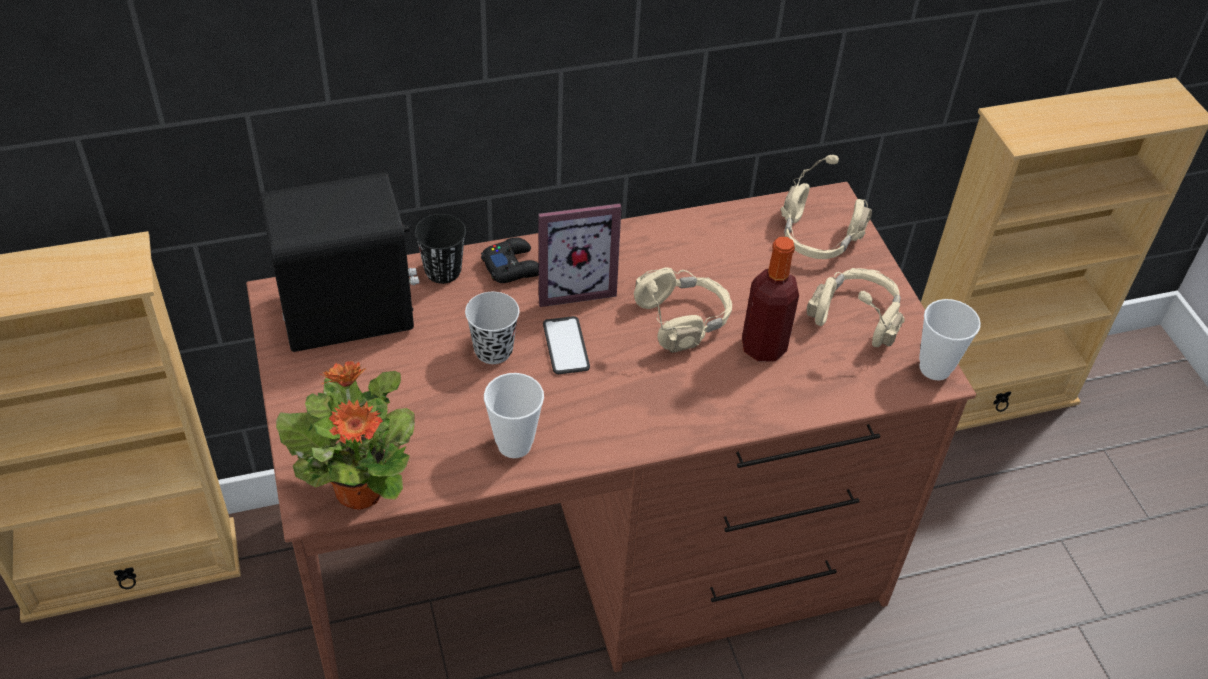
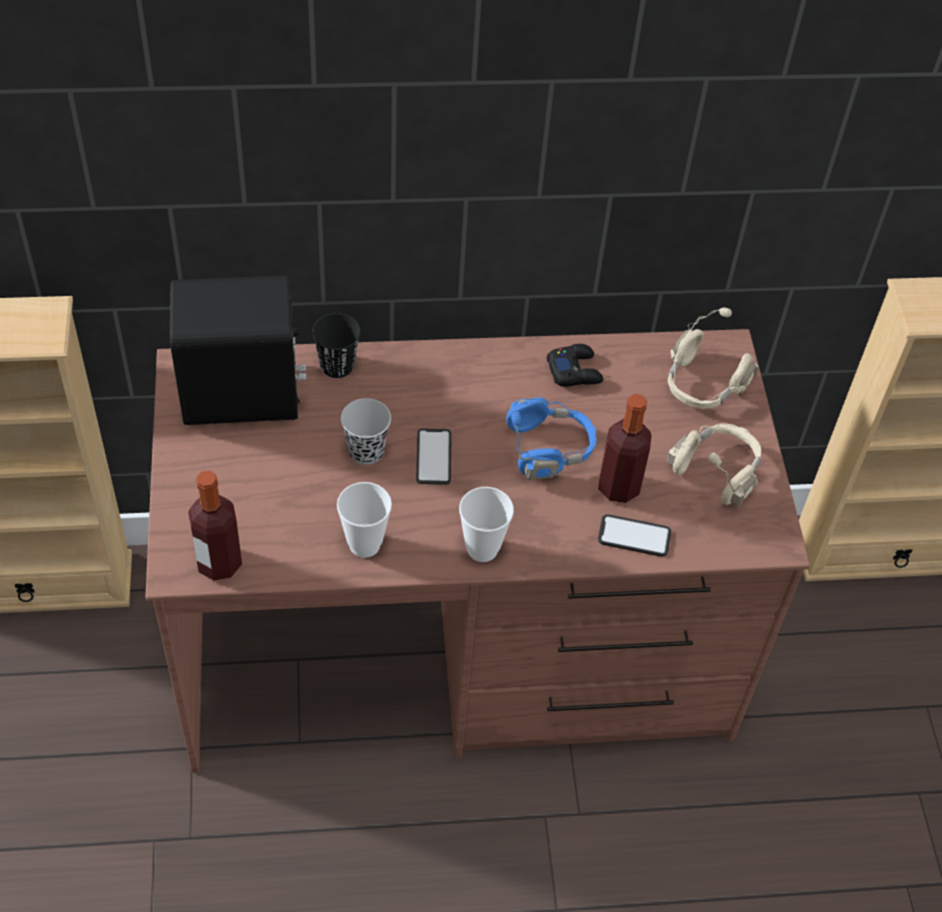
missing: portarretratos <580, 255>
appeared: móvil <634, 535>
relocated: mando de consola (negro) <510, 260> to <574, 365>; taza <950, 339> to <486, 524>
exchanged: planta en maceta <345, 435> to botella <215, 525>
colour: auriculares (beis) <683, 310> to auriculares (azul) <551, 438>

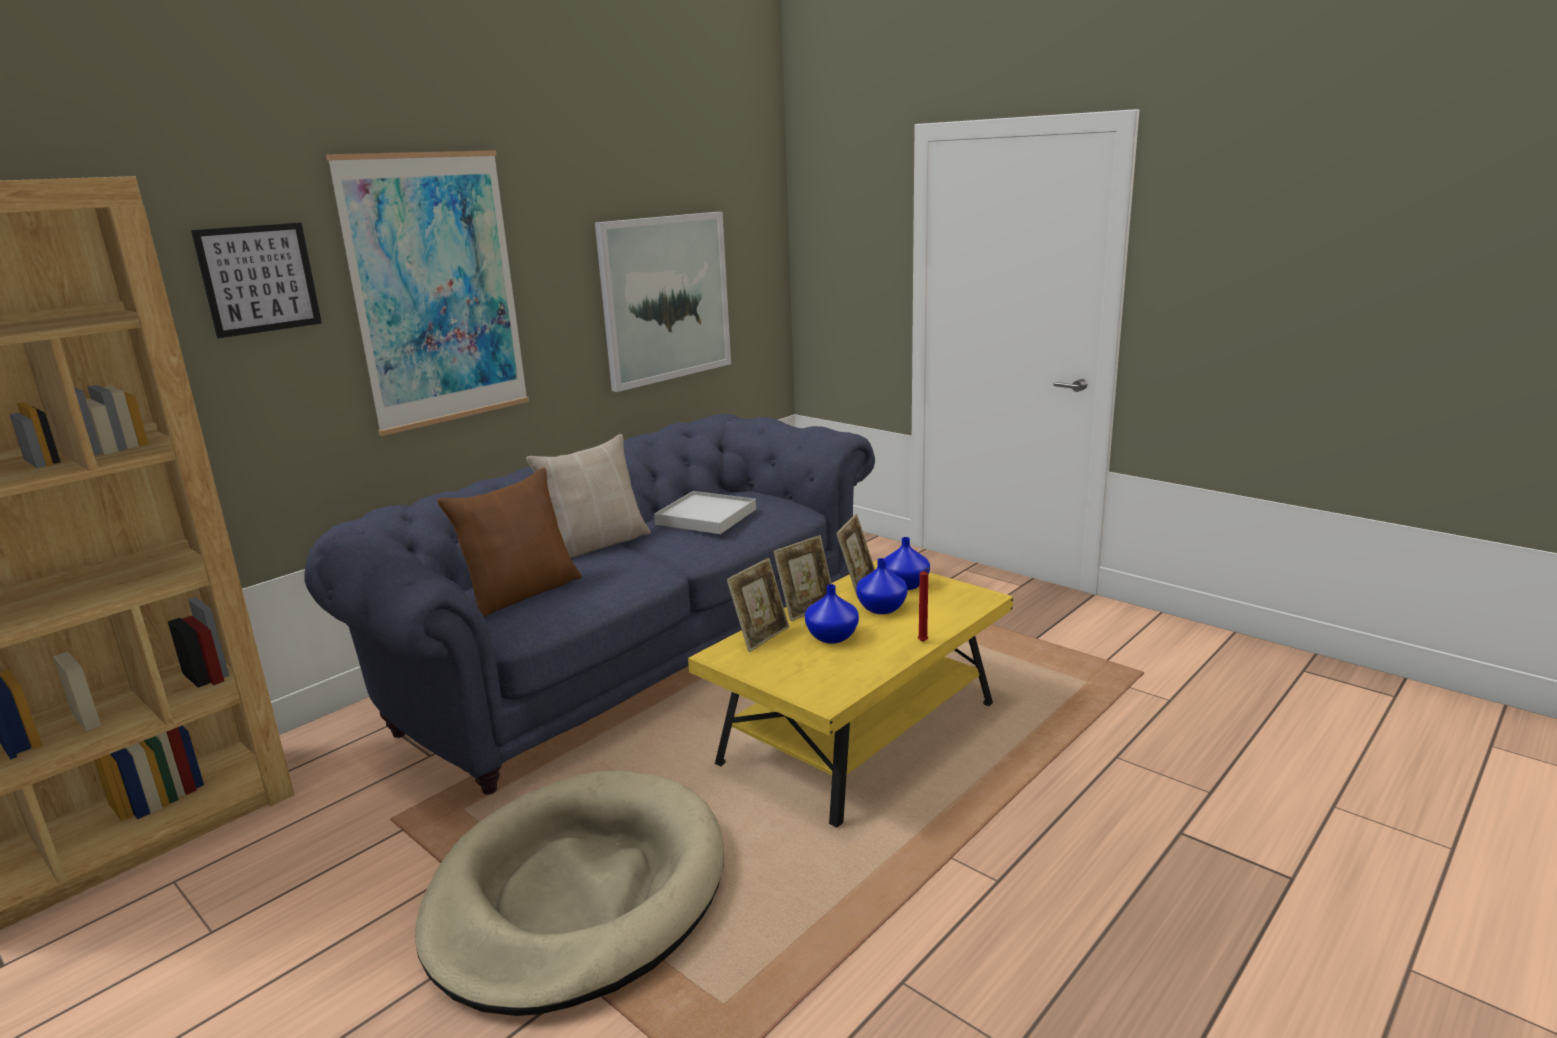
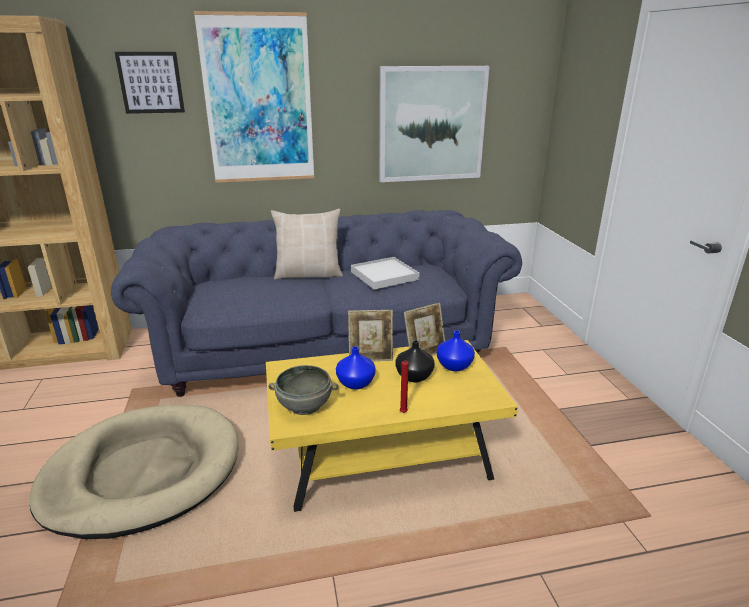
missing: cojín (marrón) <509, 542>; portarretratos <758, 605>
appeared: cuenco (gris) <303, 390>
colour: florero (azul) <881, 586> to florero (negro) <415, 361>

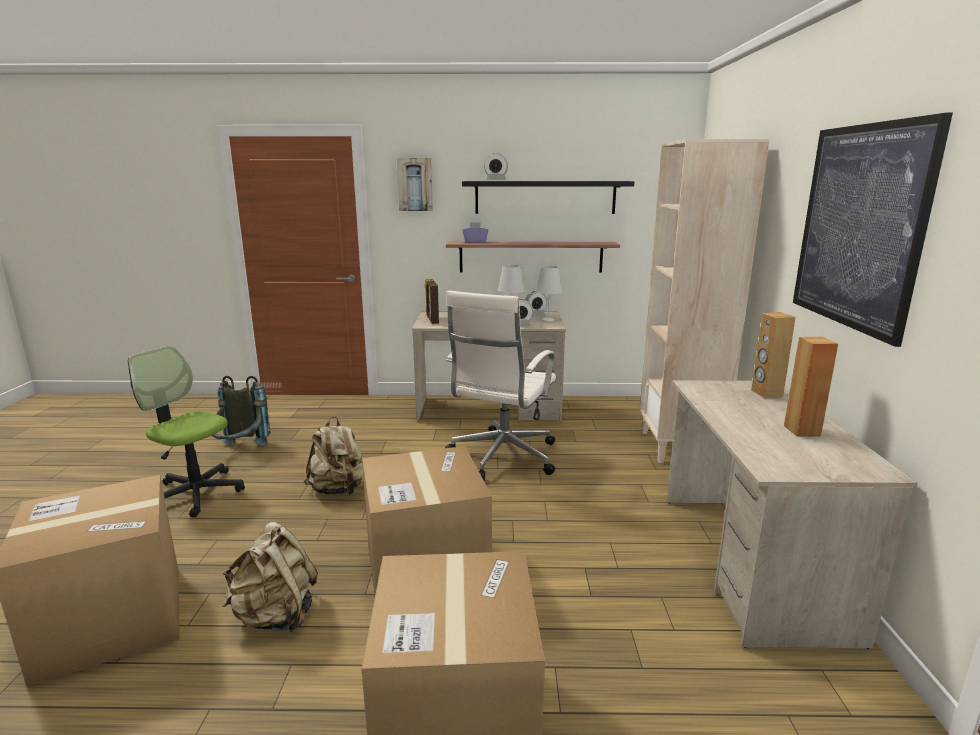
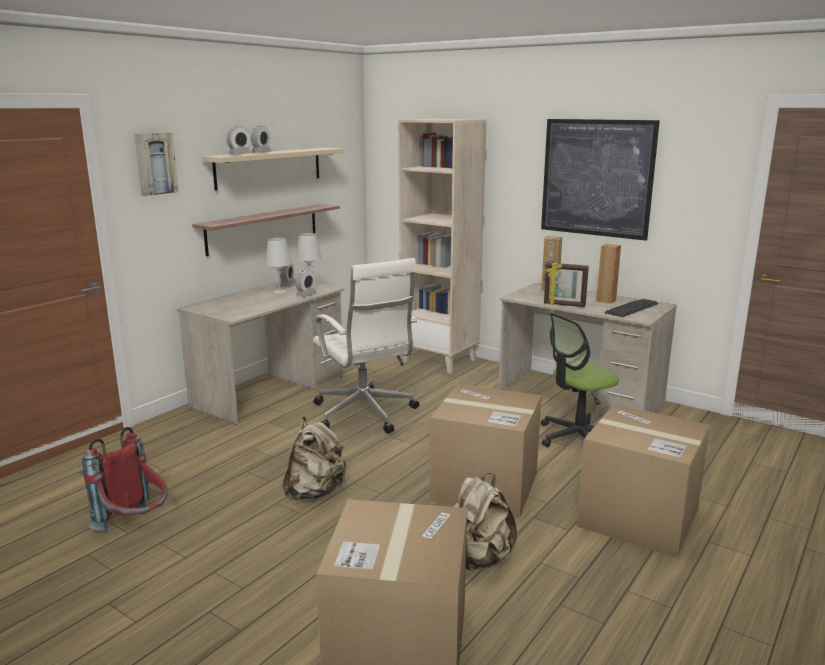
missing: caja de pañuelos (morado) <475, 232>
appeared: despertador <261, 139>; teclado <631, 308>
relocated: portarretratos <431, 301> to <566, 285>; silla de oficina <186, 431> to <580, 380>
colour: estante (negro) <548, 197> to estante (beis) <272, 169>; mochila (gris) <241, 410> to mochila (rojo) <125, 479>

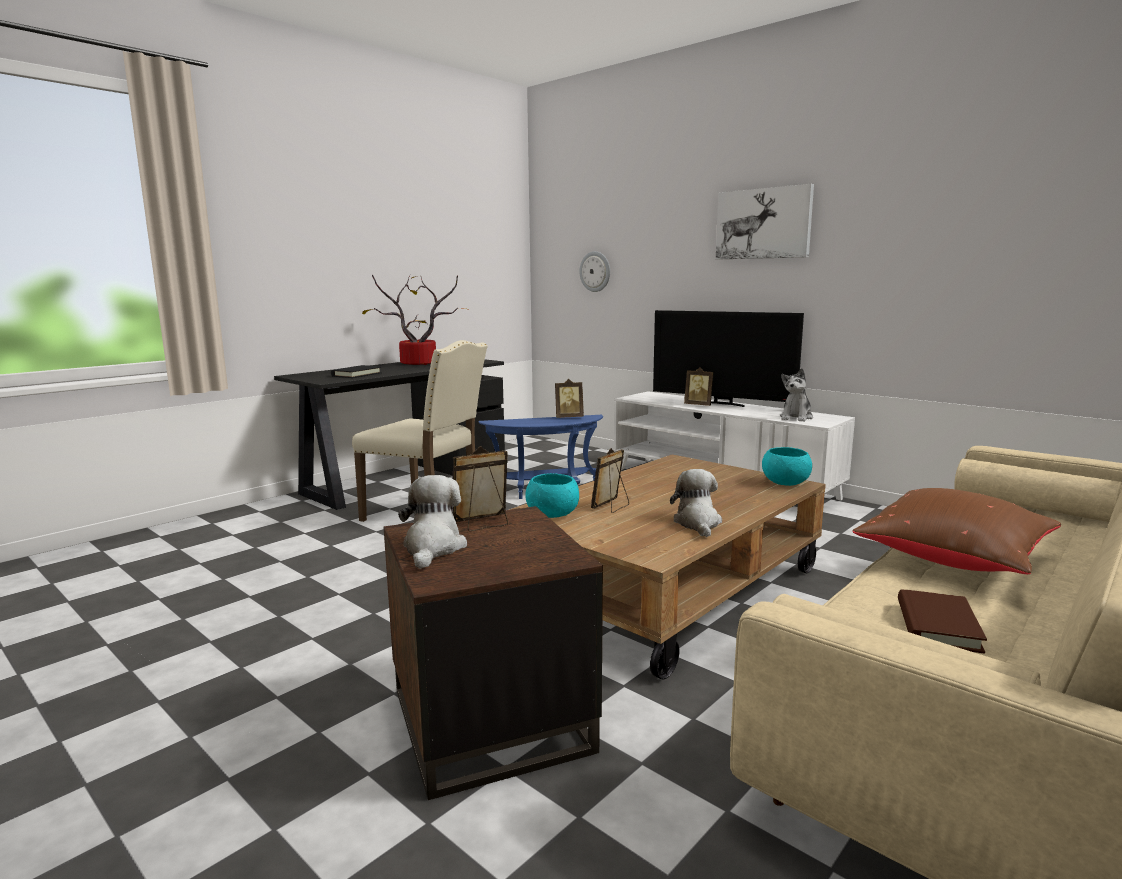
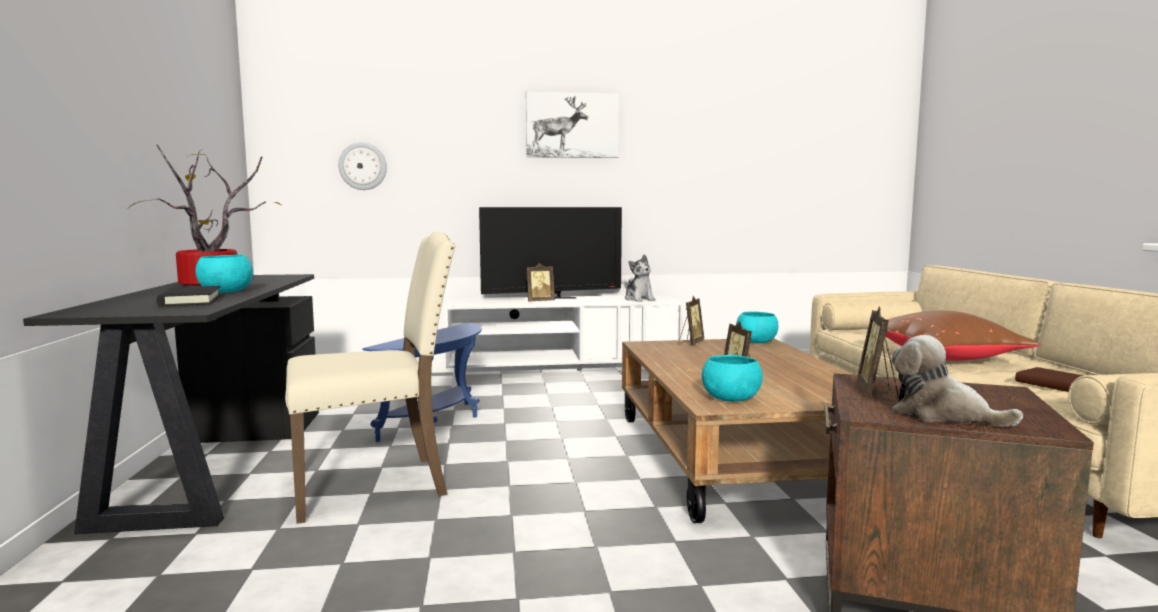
missing: peluche <696, 503>
appeared: cuenco (turquesa) <224, 274>
relocated: portarretratos <569, 398> to <691, 320>

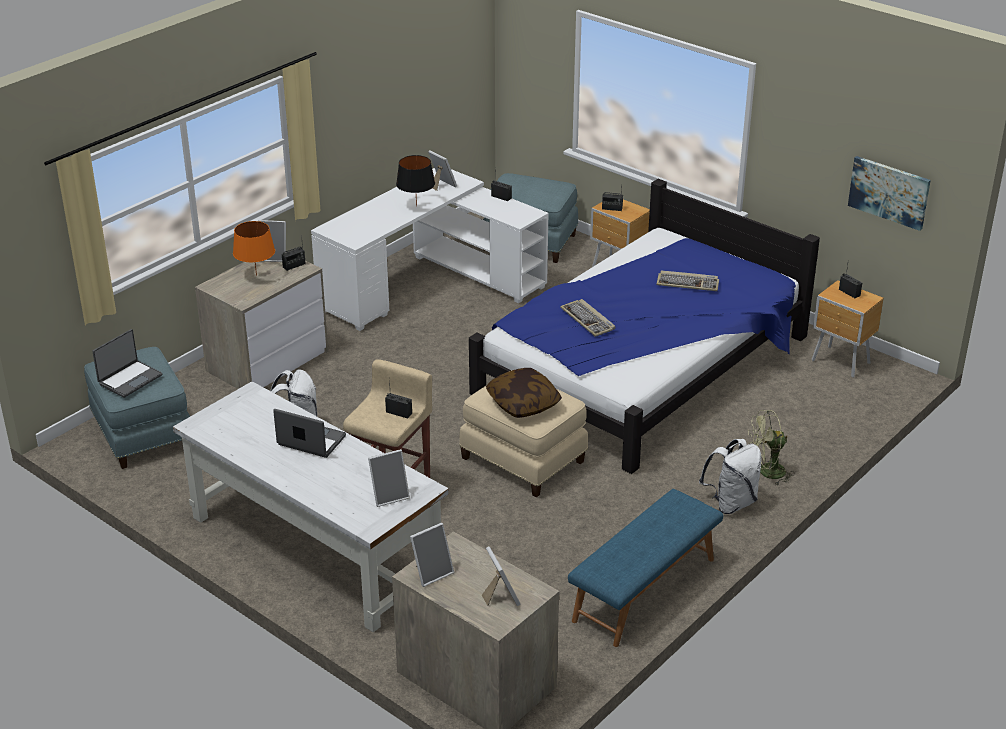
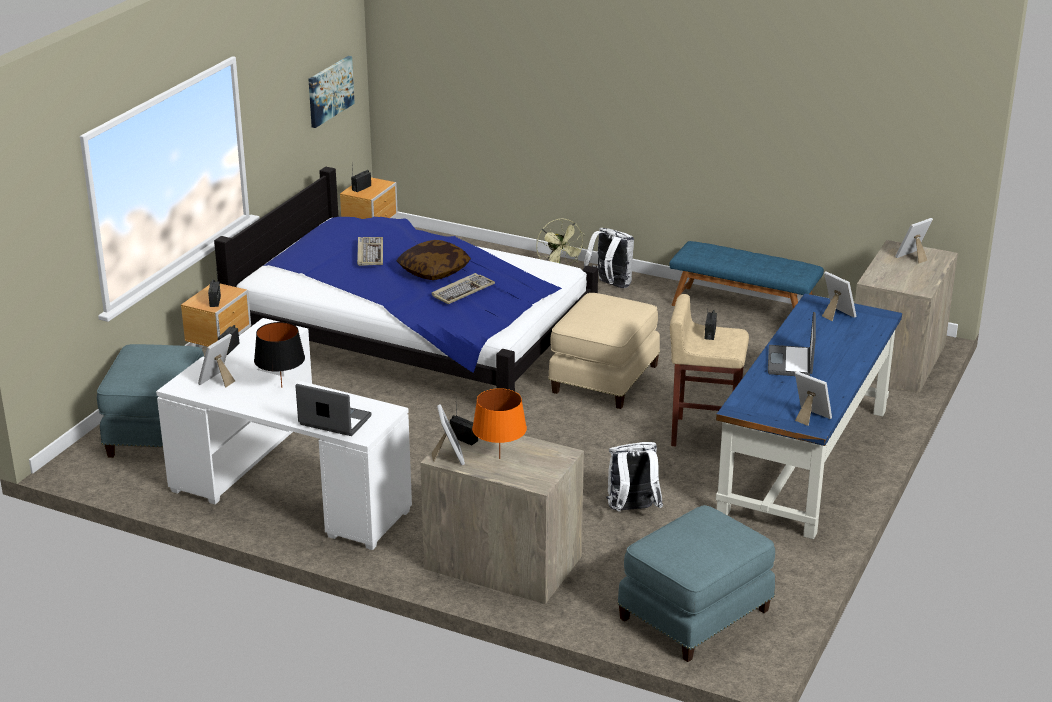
relocated: portátil <127, 363> to <333, 410>; cojín <524, 393> to <433, 260>; portarretratos <432, 555> to <813, 398>
colour: escritorio (blanco) <311, 506> to escritorio (azul) <809, 416>

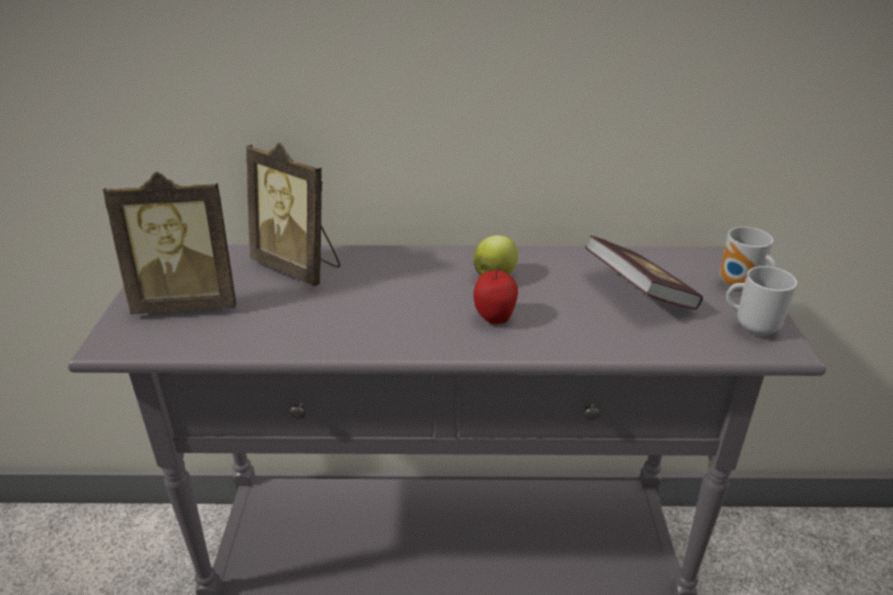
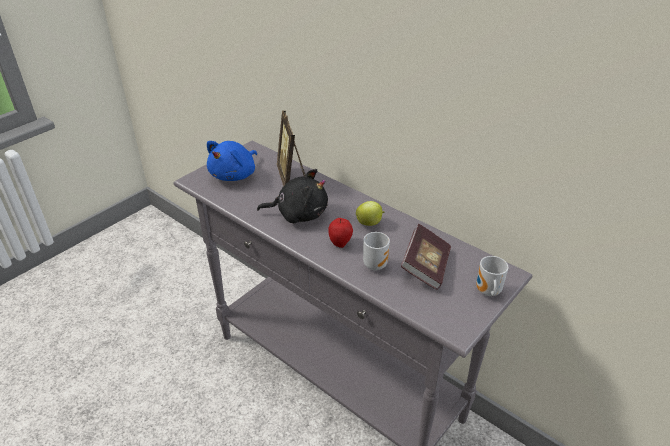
appeared: peluche (negro) <292, 196>
relocated: taza grande <761, 301> to <376, 251>
exchanged: portarretratos <169, 243> to peluche (azul) <232, 161>

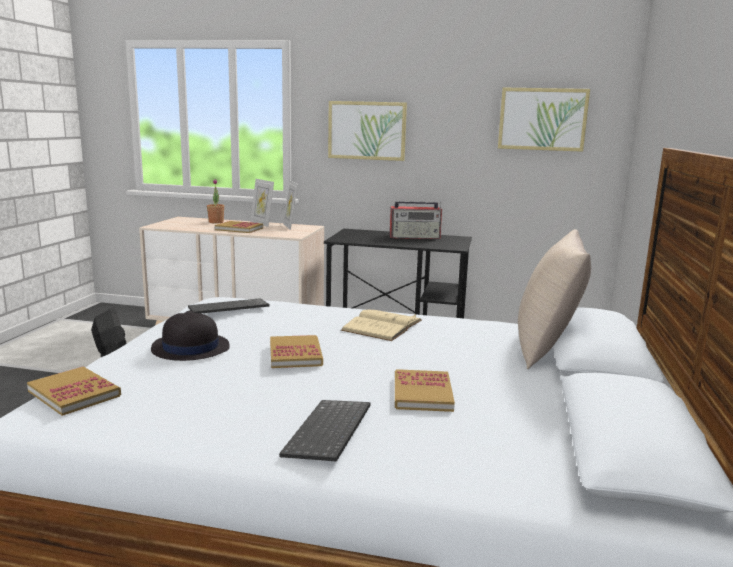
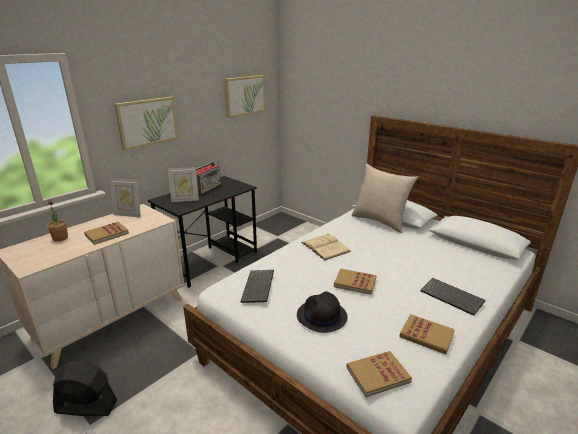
relocated: portarretratos <262, 203> to <183, 184>; libro <425, 390> to <427, 334>

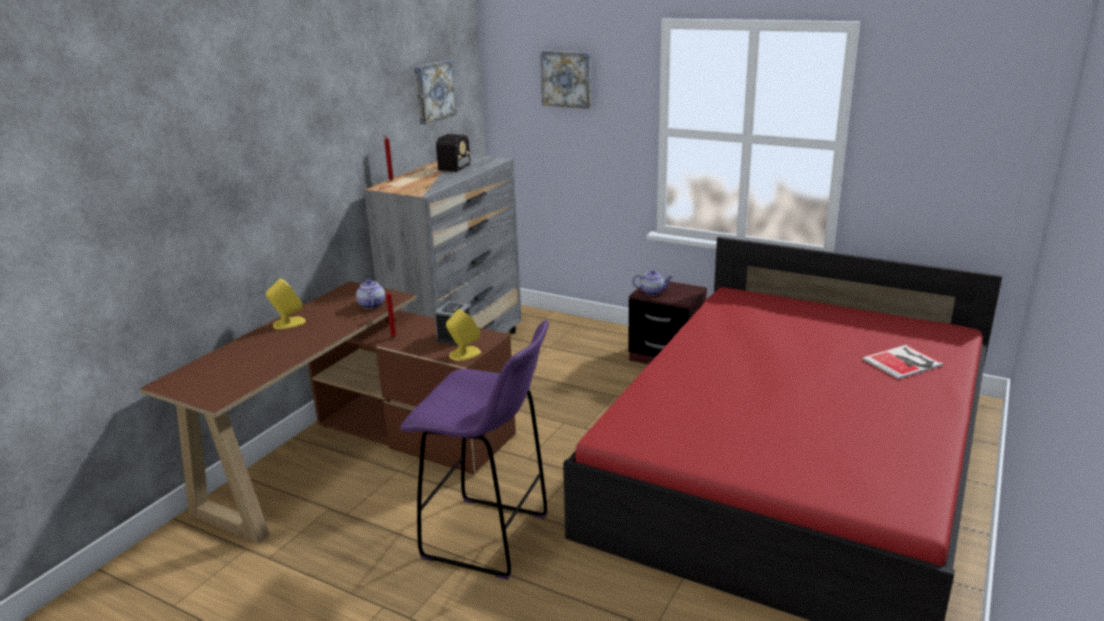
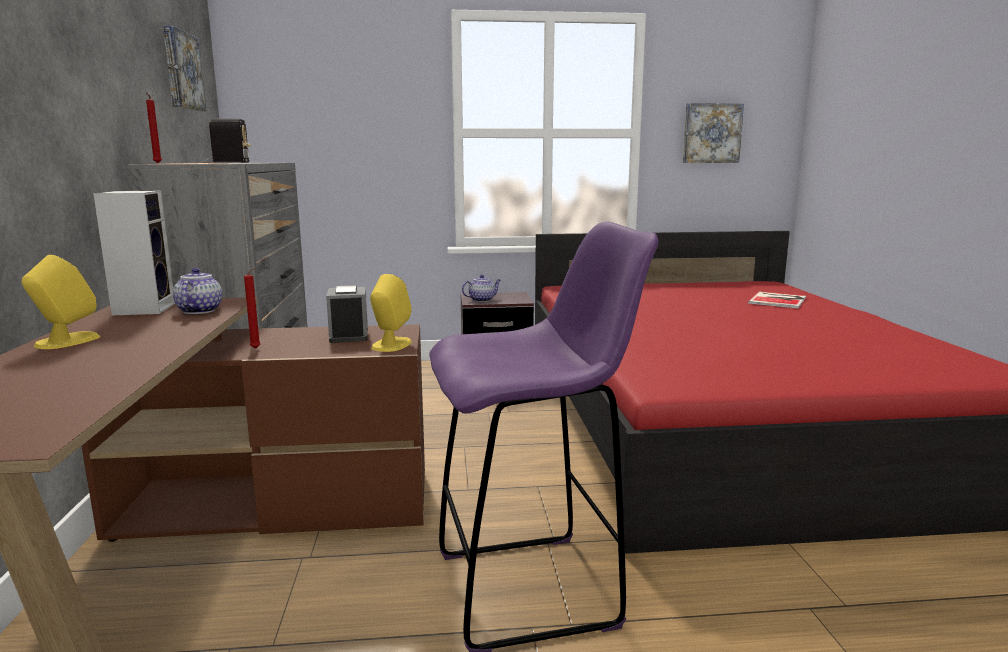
appeared: altavoz <134, 253>
relocated: cuadro <565, 80> to <713, 133>
spun: tetera <370, 294> = <197, 291> 45 degrees clockwise

